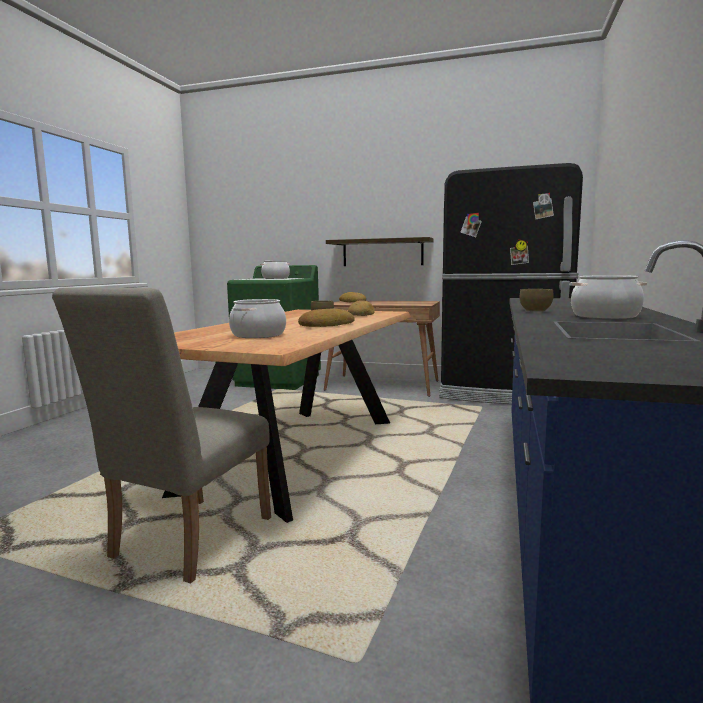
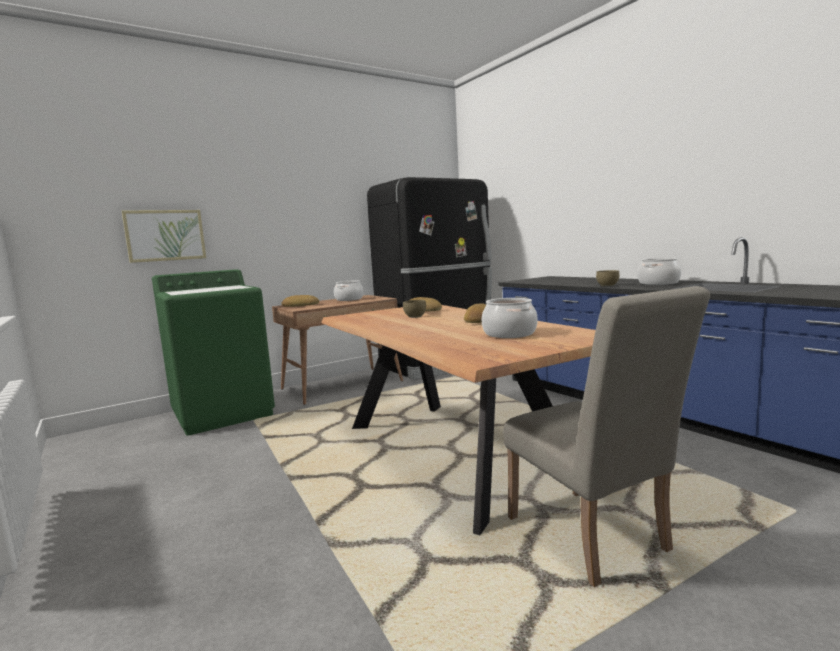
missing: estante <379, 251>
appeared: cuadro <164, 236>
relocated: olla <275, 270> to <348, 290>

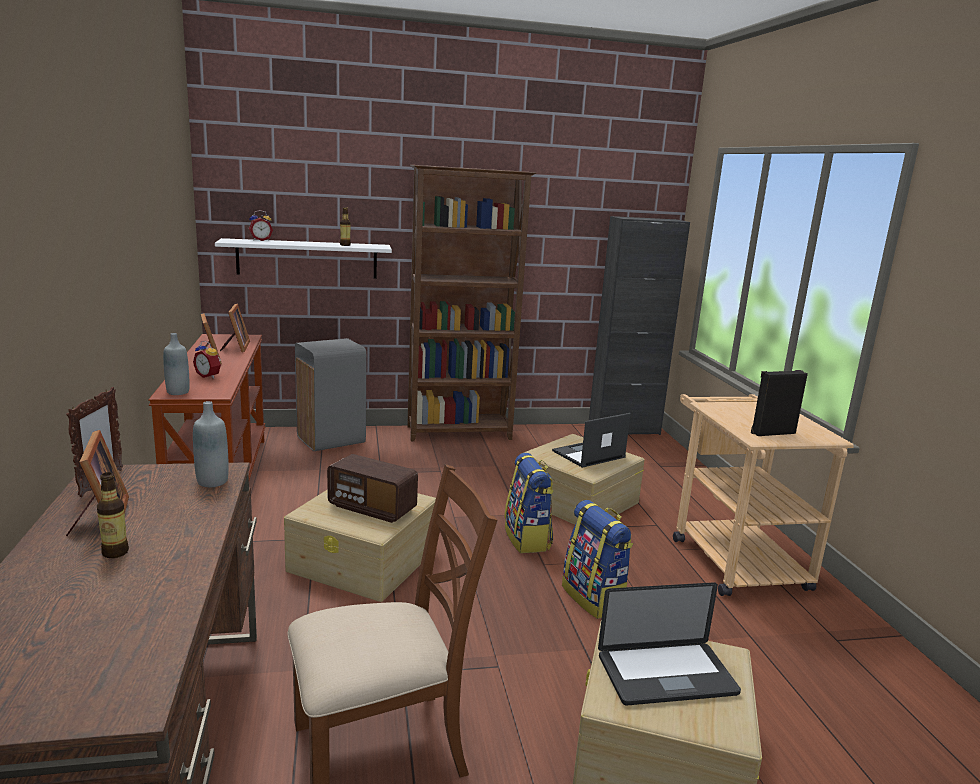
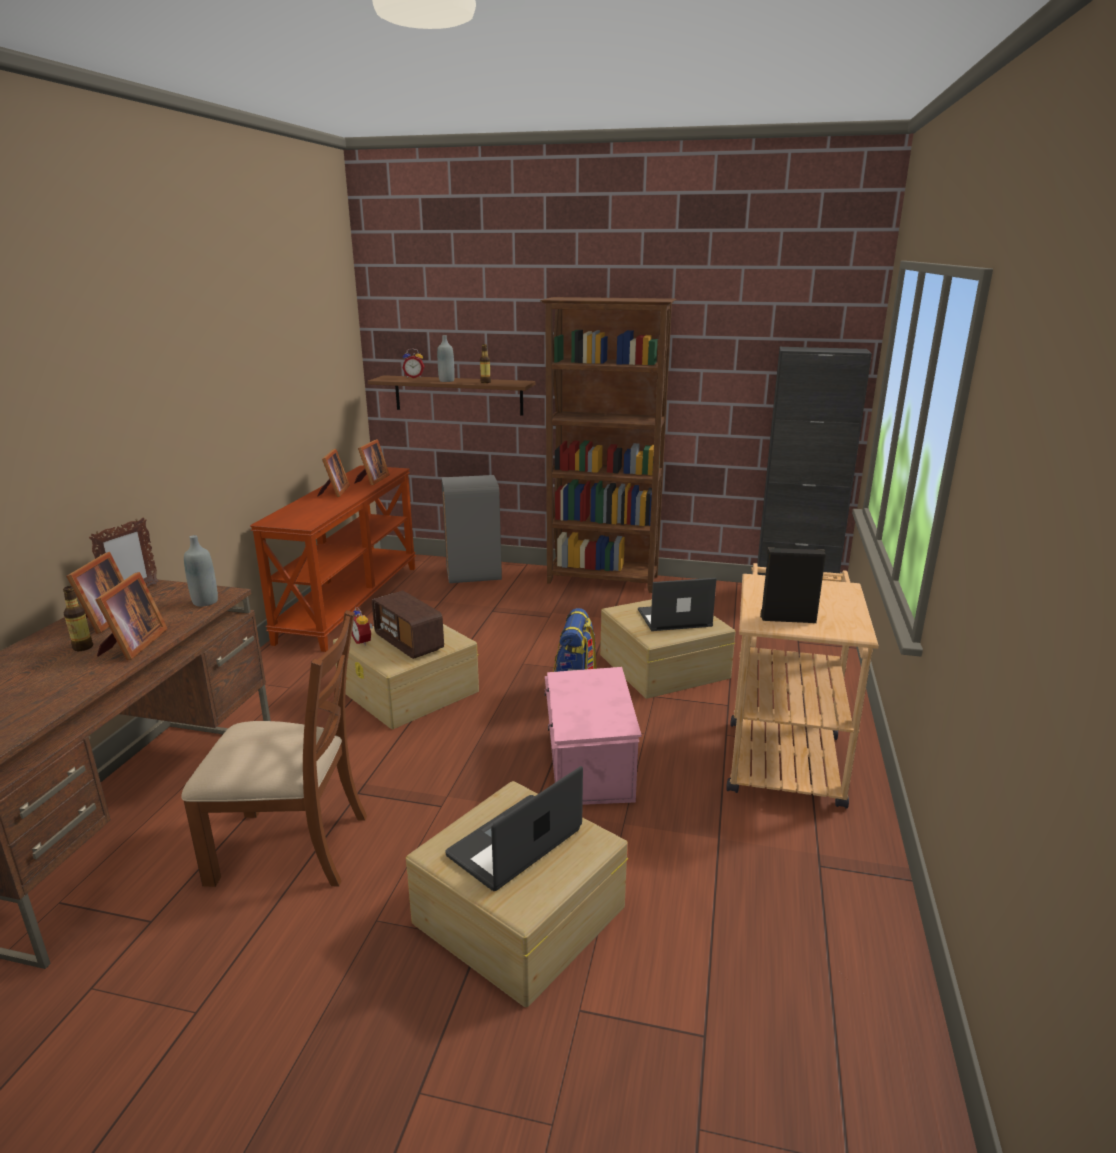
appeared: portarretratos <131, 616>
relocated: botella (gris) <176, 364> to <446, 358>; despertador <207, 360> to <362, 626>
exchanged: mochila <597, 559> to caja de almacenaje (rosa) <593, 736>
colour: estante (blanco) <303, 258> to estante (marrón) <451, 395>
spun: portátil <669, 643> = <514, 828> 120 degrees clockwise

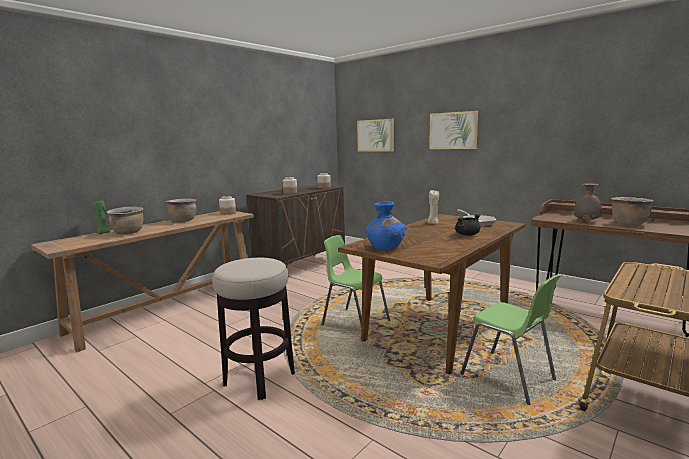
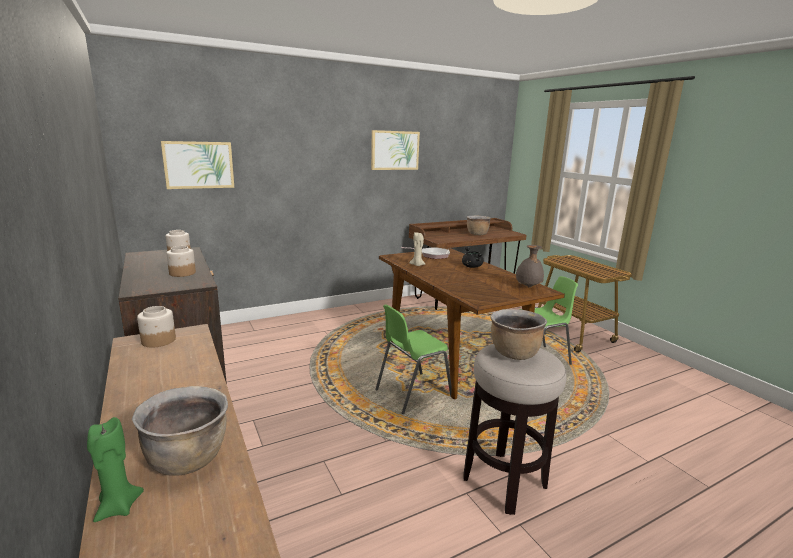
missing: florero (azul) <385, 225>
relocated: cuadro <453, 130> to <395, 150>; florero (gris) <587, 202> to <530, 266>; olla (marrón) <181, 210> to <518, 334>

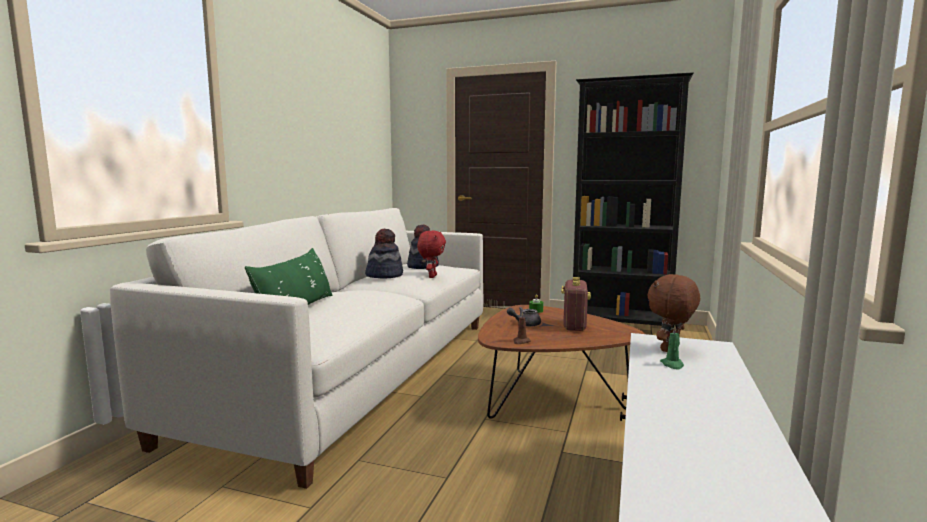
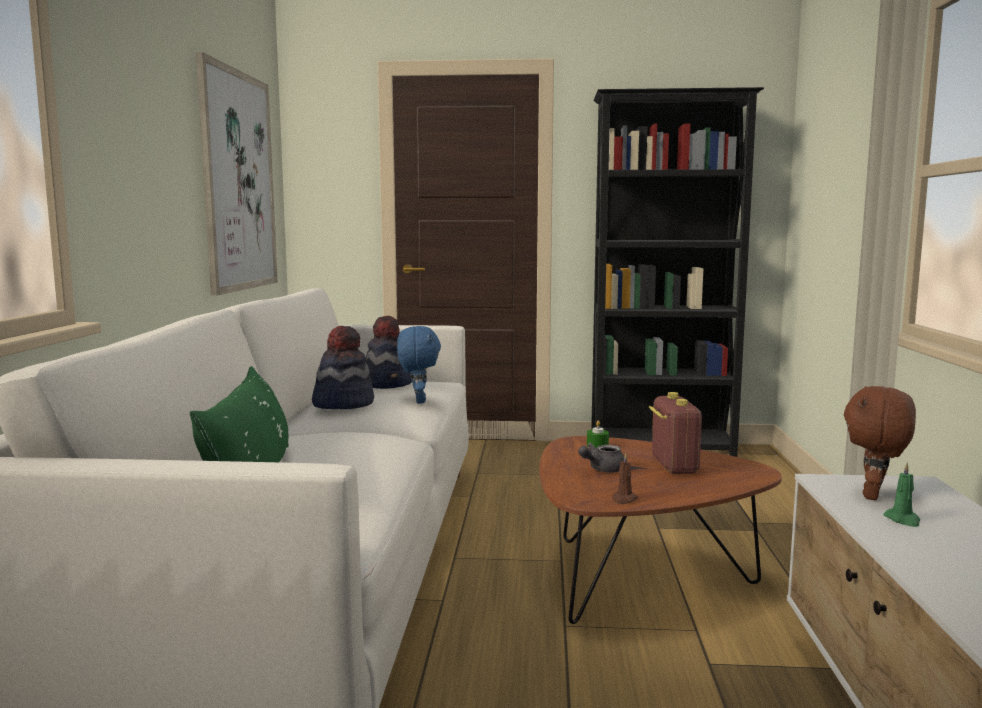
appeared: cuadro <237, 174>
colour: peluche (rojo) <431, 254> to peluche (azul) <419, 364>

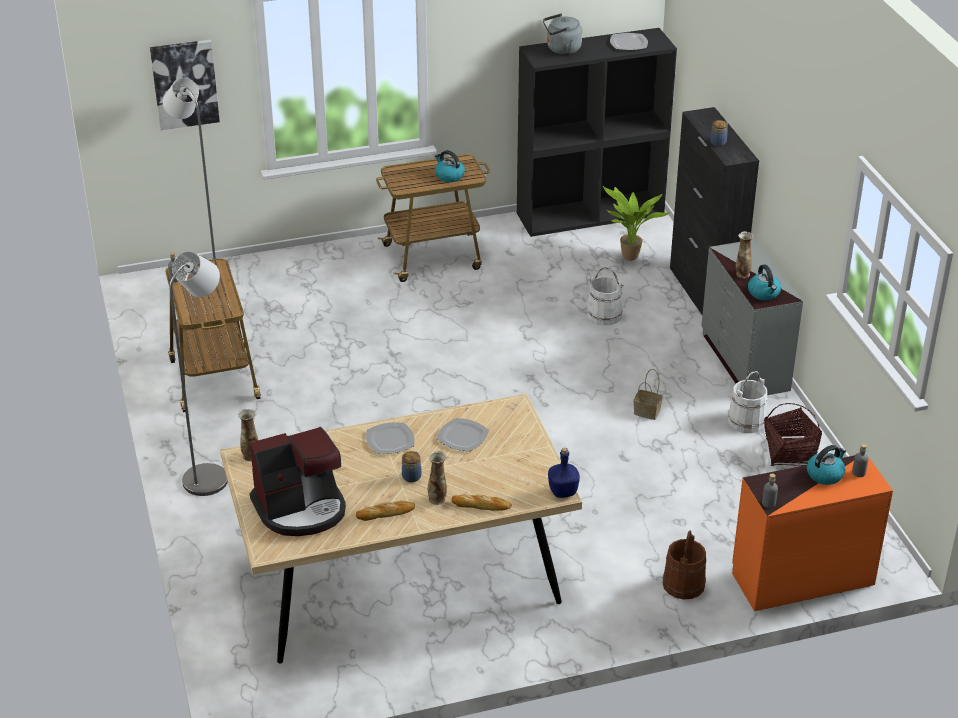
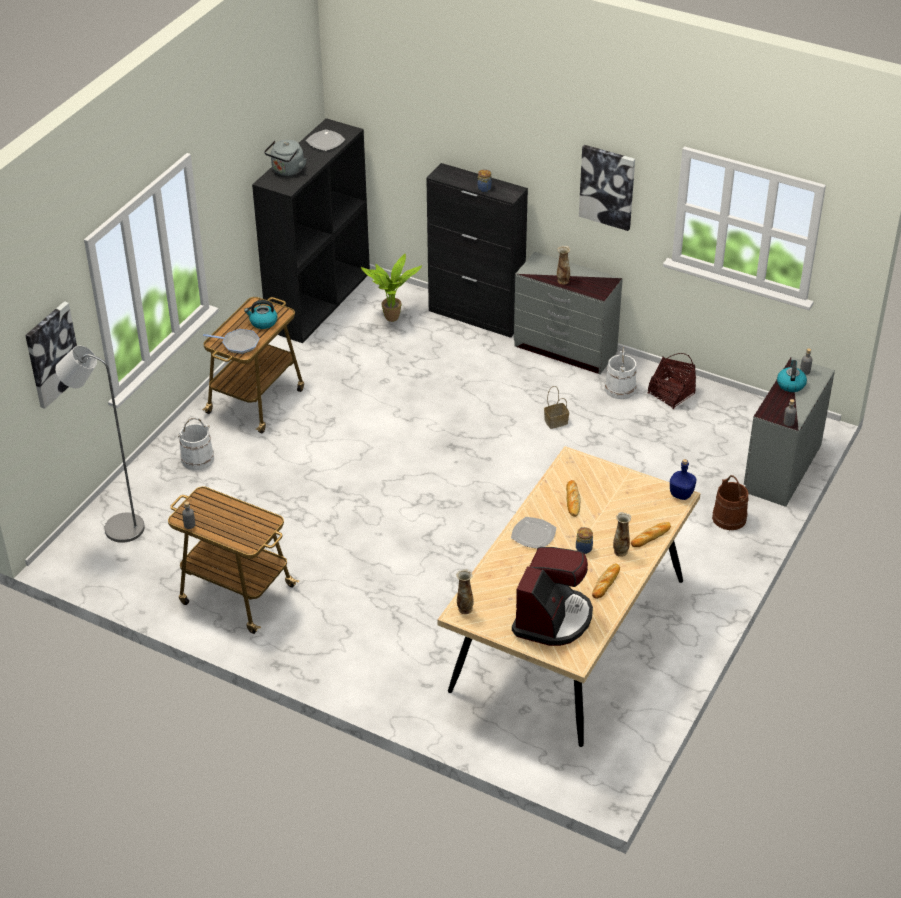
missing: lámpara de pie (gris) <199, 373>; hervidor <764, 282>
appeared: cuadro <607, 188>; sartén <231, 341>
relocated: cubo (blanco) <605, 296> to <195, 444>
exchanged: plato <462, 435> to pan <573, 498>
colour: cómoda (naranja) <812, 533> to cómoda (gris) <789, 432>

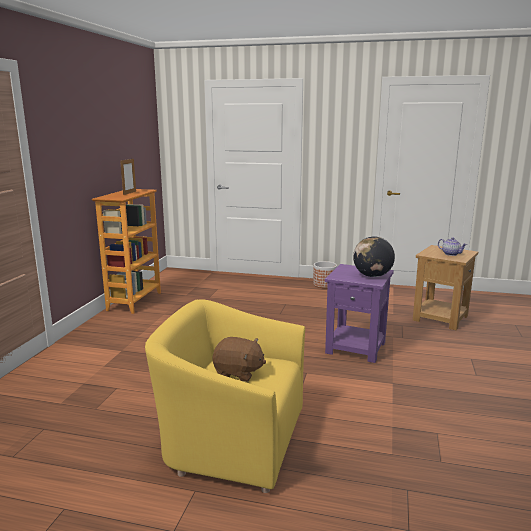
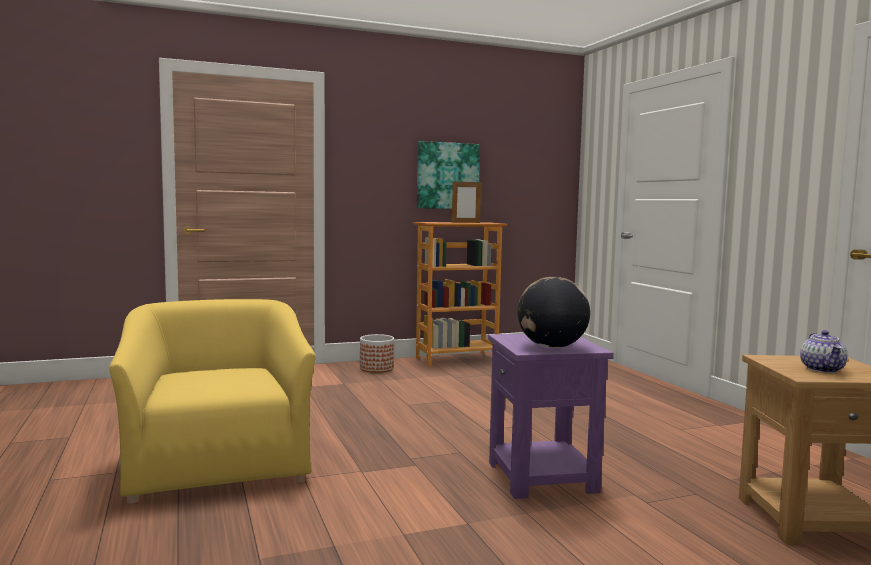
missing: peluche (marrón) <239, 359>
appeared: cuadro <448, 175>
relocated: maceta <325, 274> to <377, 353>

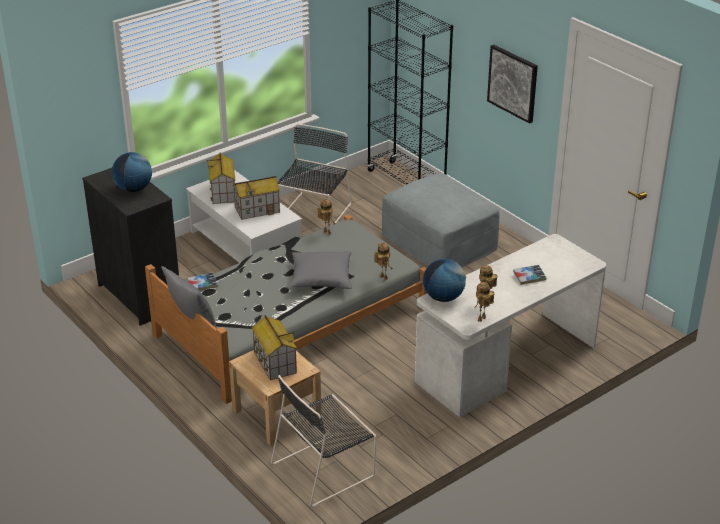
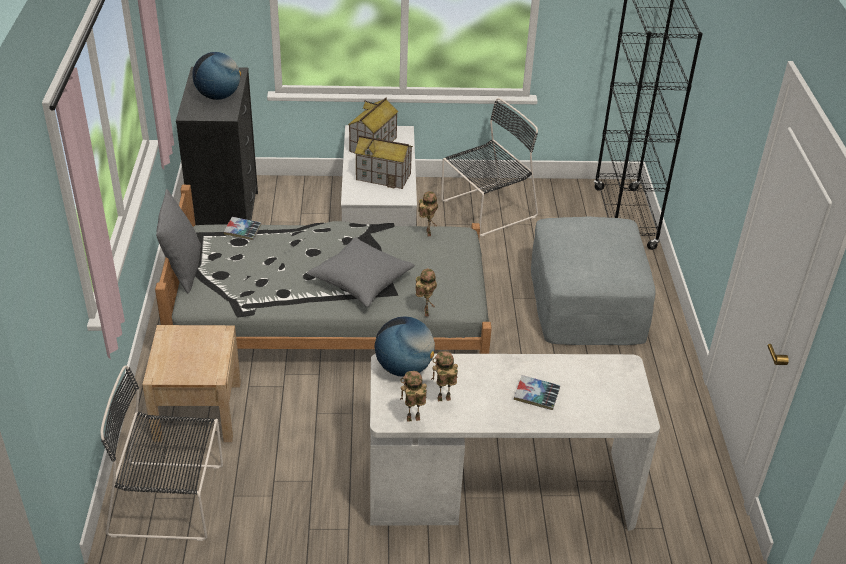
missing: cuadro <512, 84>; casita <274, 347>

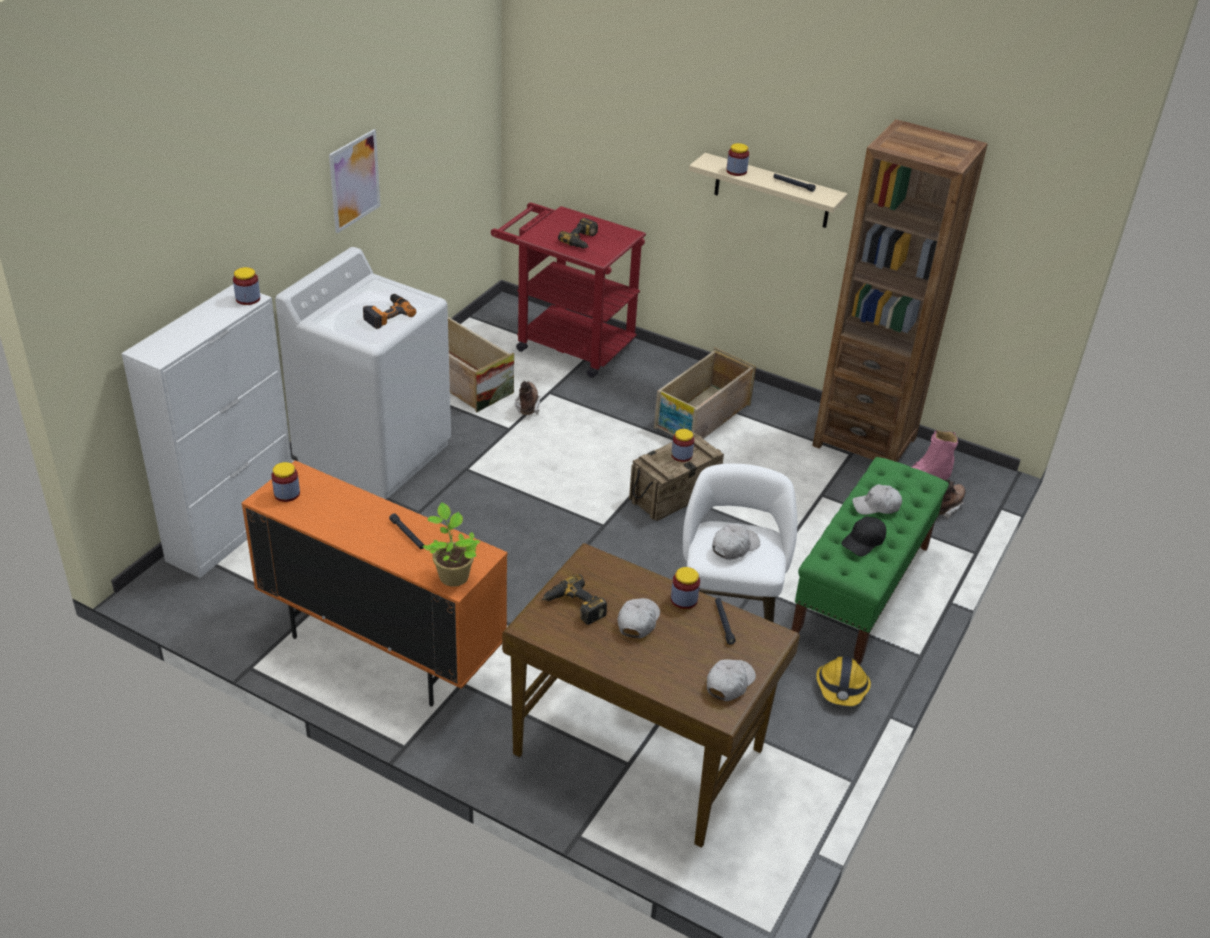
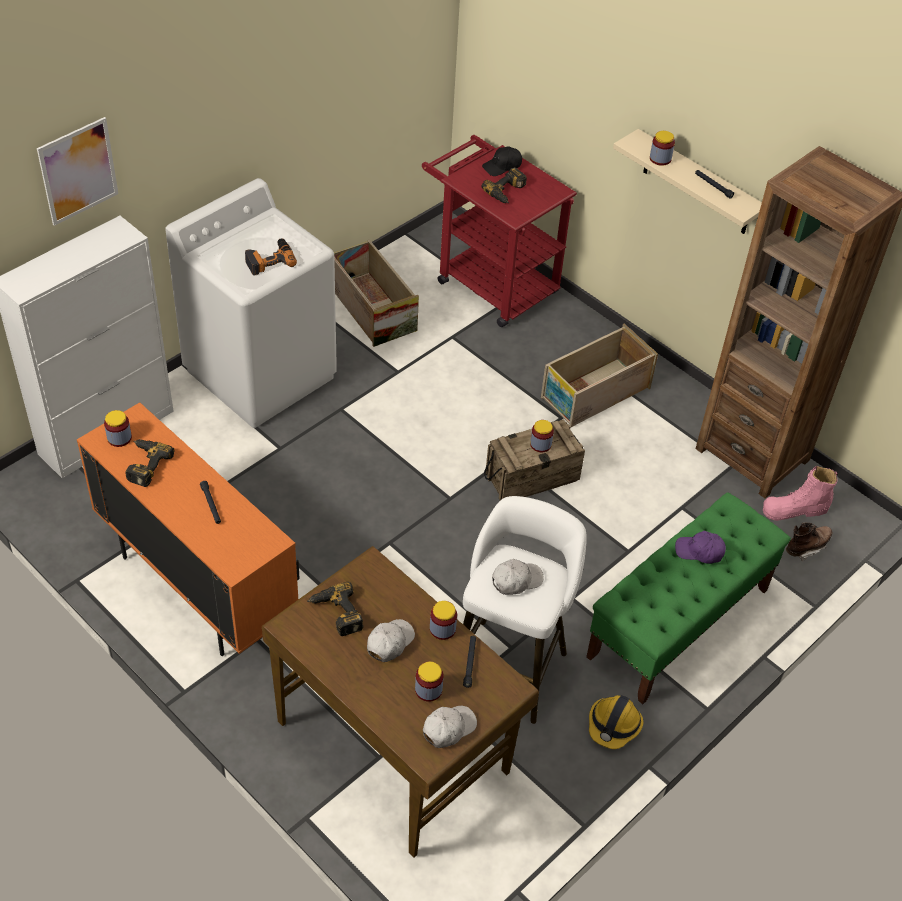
missing: bota (marrón) <527, 398>; planta en maceta <451, 544>
appeared: taladro <150, 463>
relocated: cuadro <355, 181> to <77, 171>; tarro <246, 286> to <429, 682>; gorra (negro) <863, 536> to <502, 161>
colour: gorra (blanco) <877, 499> to gorra (morado) <700, 547>

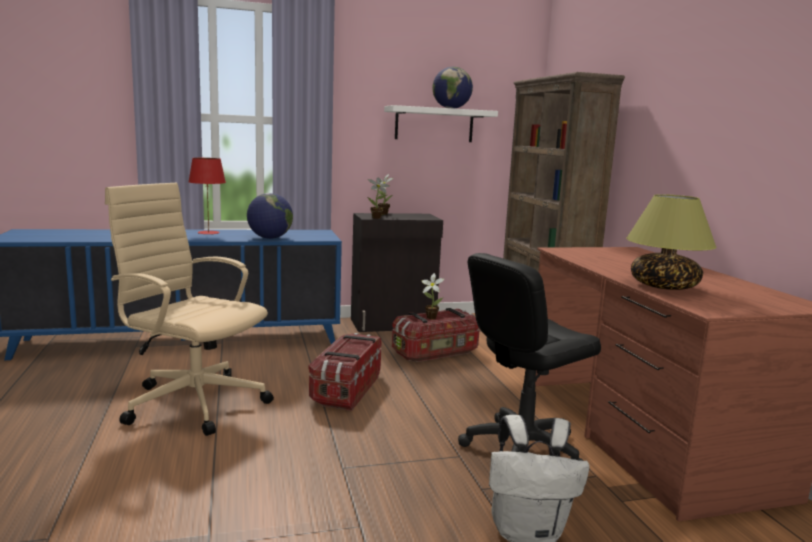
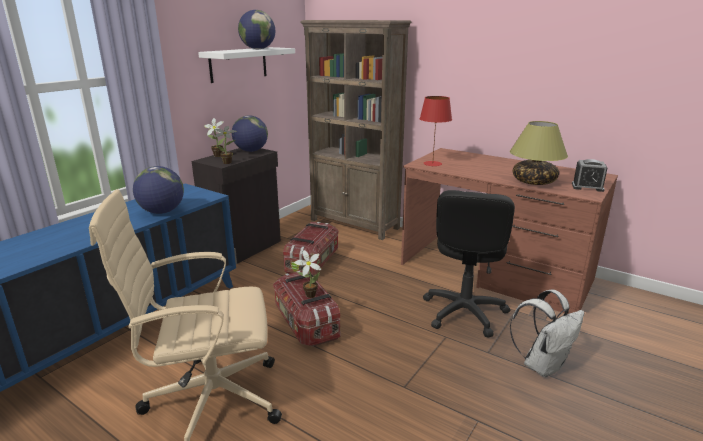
appeared: globo terráqueo <250, 133>; despertador <589, 175>
relocated: lámpara de mesa (rojo) <207, 196> to <436, 131>; planta en maceta <433, 296> to <307, 274>

